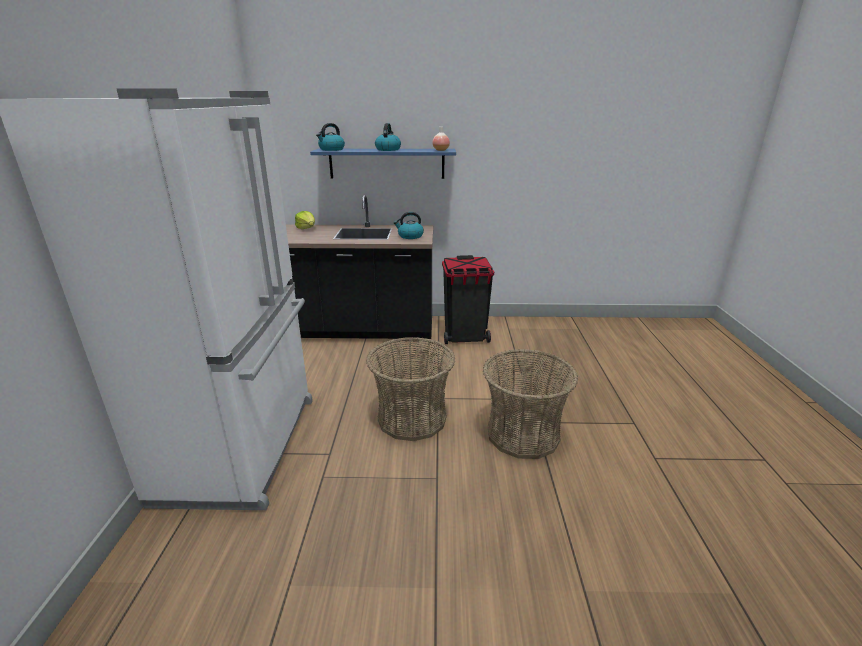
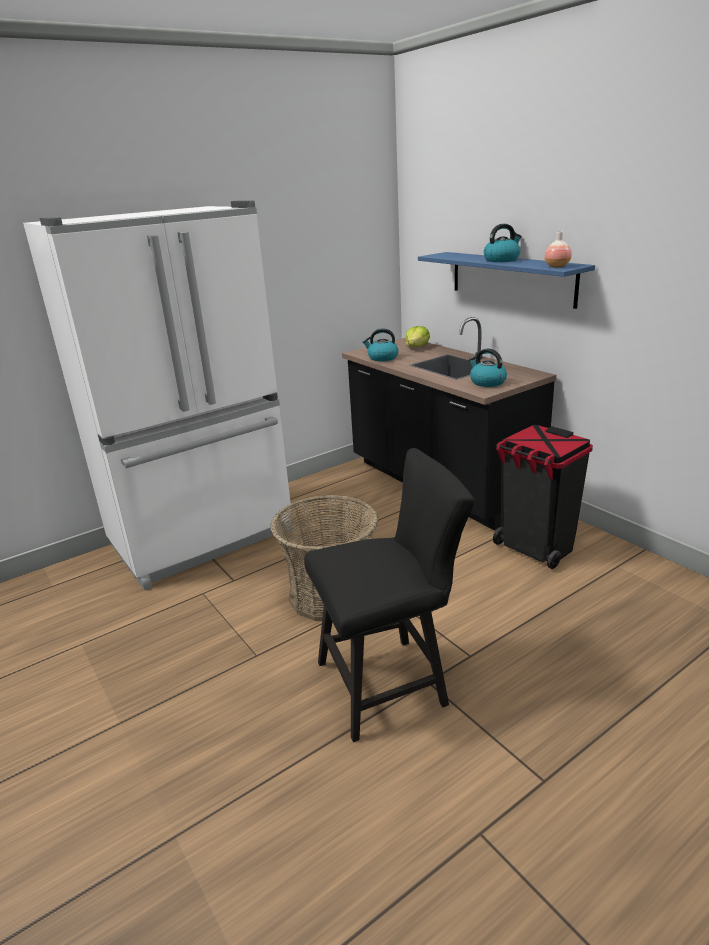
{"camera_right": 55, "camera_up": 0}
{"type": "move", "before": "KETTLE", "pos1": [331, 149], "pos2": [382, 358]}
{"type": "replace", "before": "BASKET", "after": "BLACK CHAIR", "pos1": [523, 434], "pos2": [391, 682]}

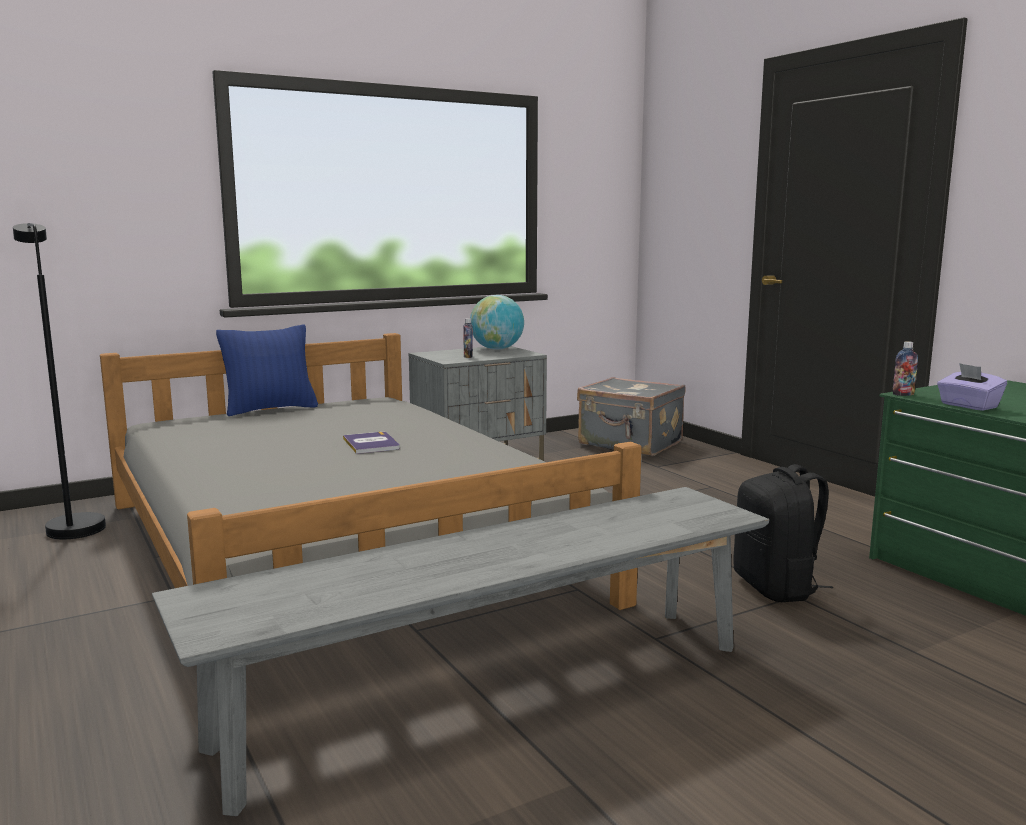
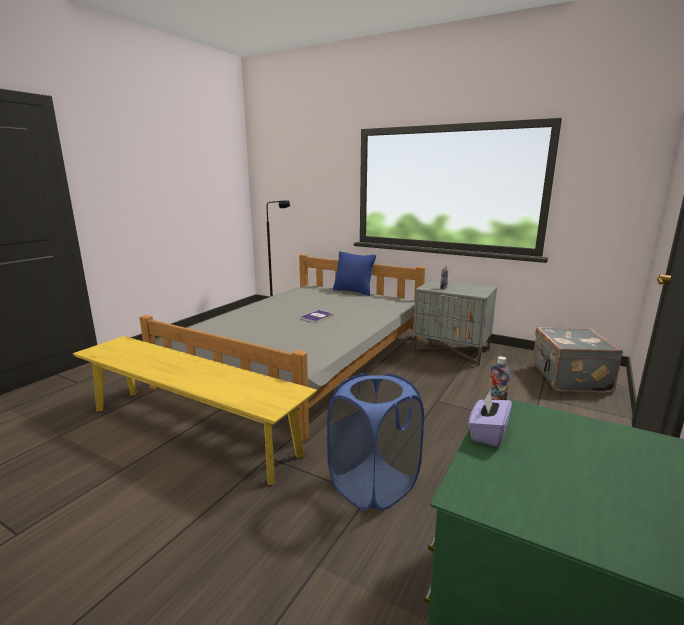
{"camera_right": 60, "camera_up": 5}
{"type": "delete", "before": "GLOBE", "pos1": [497, 349]}
{"type": "replace", "before": "BLACK BACKPACK", "after": "BLUE LAUNDRY BASKET", "pos1": [777, 588], "pos2": [373, 485]}
{"type": "recolor", "before": "GREY BENCH", "after": "YELLOW BENCH", "pos1": [495, 694], "pos2": [191, 430]}

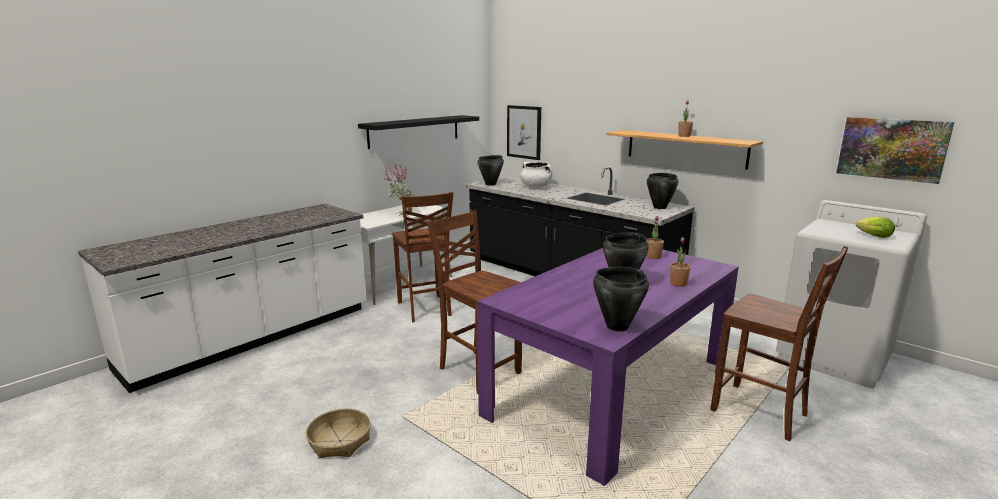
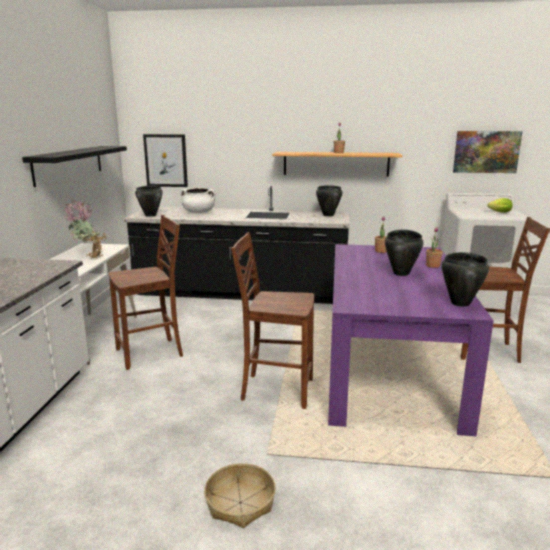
{"camera_right": -35, "camera_up": 0}
{"type": "rotate", "before": "BROWN CHAIR", "pos1": [425, 309], "pos2": [151, 353], "turn": -60}

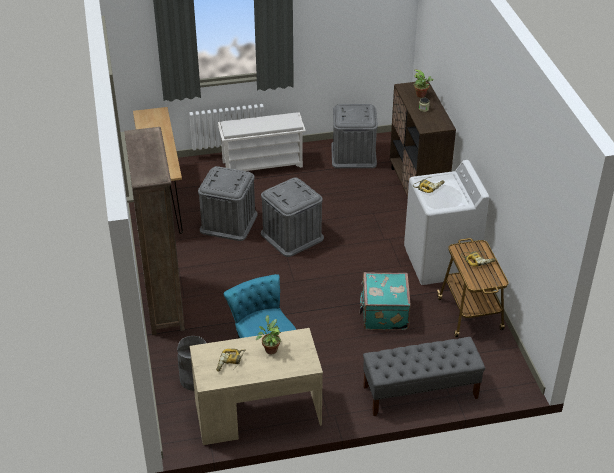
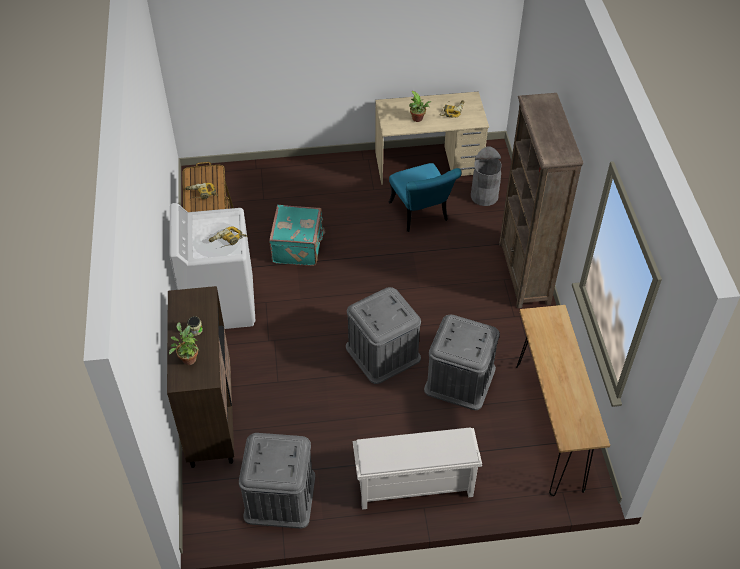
{"camera_right": -175, "camera_up": 10}
{"type": "delete", "before": "GREY BENCH", "pos1": [420, 392]}

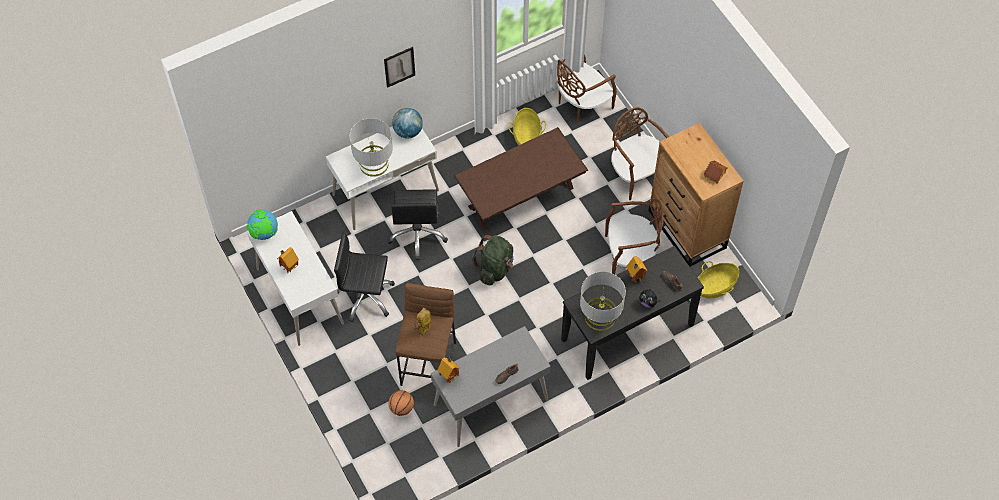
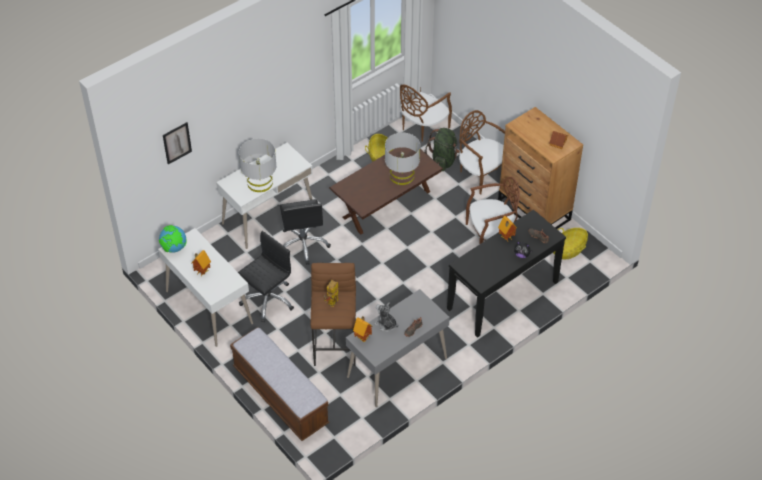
{"camera_right": -10, "camera_up": -10}
{"type": "move", "before": "PICTURE", "pos1": [399, 66], "pos2": [177, 143]}
{"type": "delete", "before": "GLOBE", "pos1": [408, 131]}
{"type": "rotate", "before": "BLACK OFFICE CHAIR", "pos1": [365, 297], "pos2": [267, 300], "turn": 135}
{"type": "move", "before": "GREEN BACKPACK", "pos1": [495, 268], "pos2": [443, 160]}
{"type": "move", "before": "GREY TABLE LAMP", "pos1": [600, 316], "pos2": [401, 175]}
{"type": "delete", "before": "BASKETBALL", "pos1": [401, 408]}
{"type": "insert", "after": "PLUSH TOY", "pos2": [386, 324]}
{"type": "insert", "after": "BENCH", "pos2": [280, 396]}

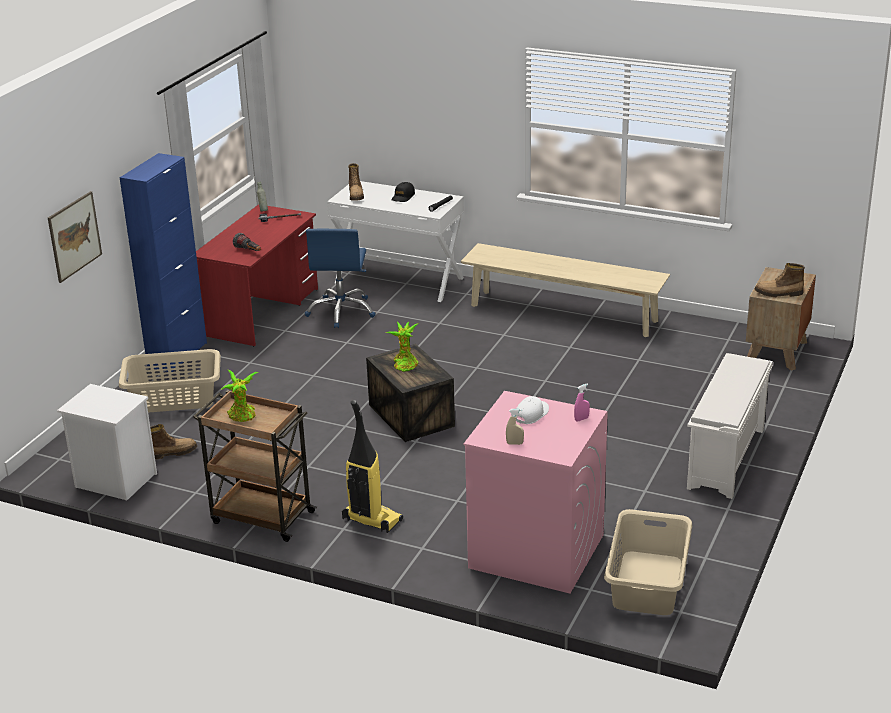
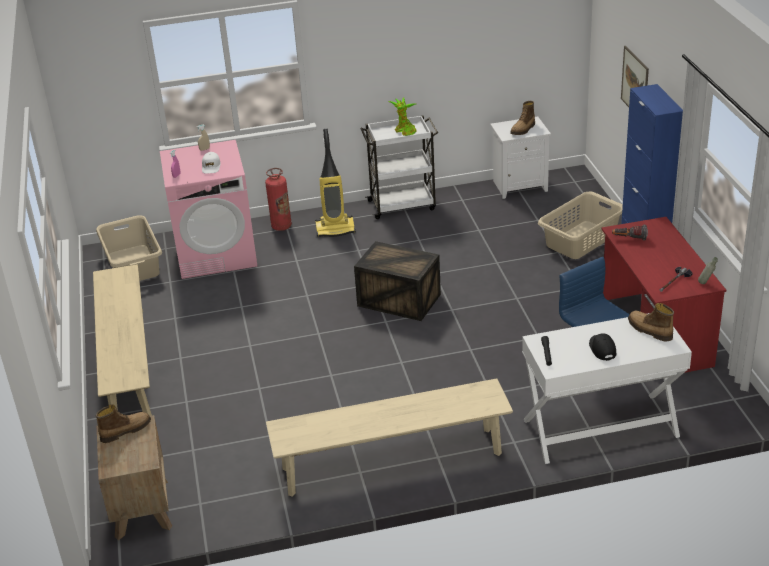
{"camera_right": 145, "camera_up": 5}
{"type": "delete", "before": "POTTED PLANT", "pos1": [405, 364]}
{"type": "replace", "before": "WHITE SHOE RACK", "after": "BEIGE BENCH", "pos1": [726, 459], "pos2": [128, 367]}
{"type": "recolor", "before": "BROWN CART", "after": "WHITE CART", "pos1": [261, 517], "pos2": [403, 205]}
{"type": "move", "before": "BOOT", "pos1": [172, 453], "pos2": [523, 129]}
{"type": "insert", "after": "FIRE EXTINGUISHER", "pos2": [281, 226]}

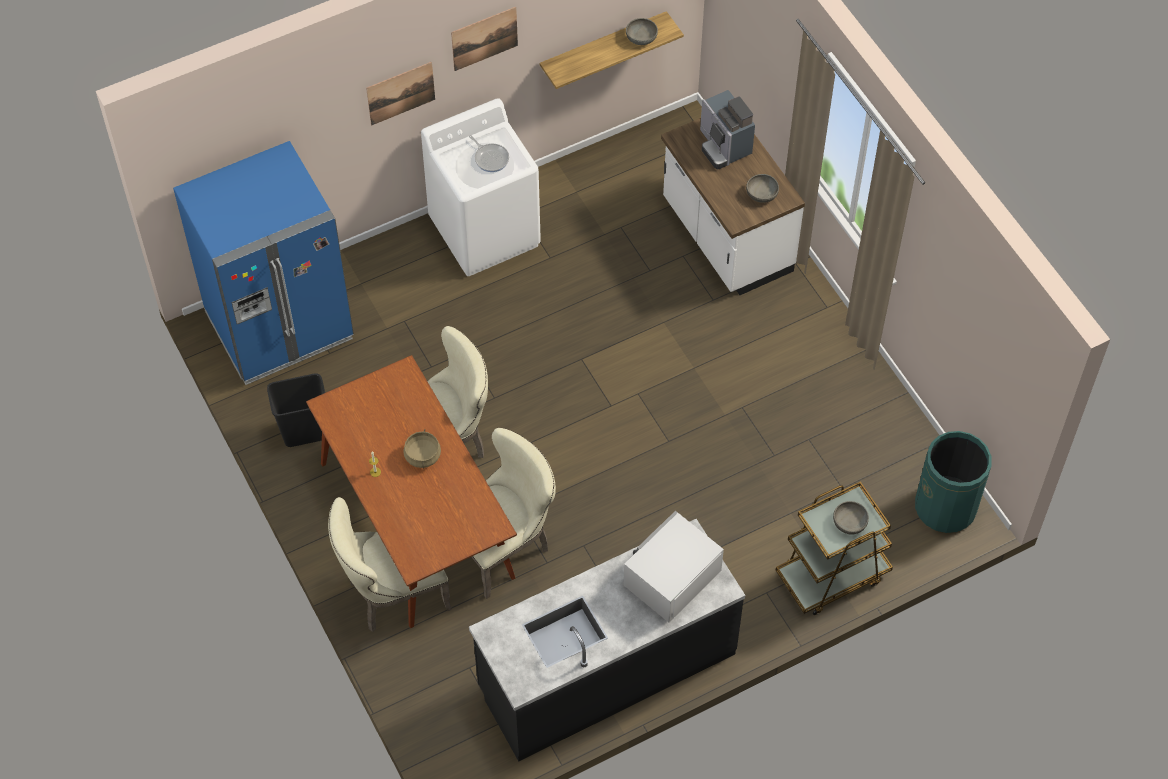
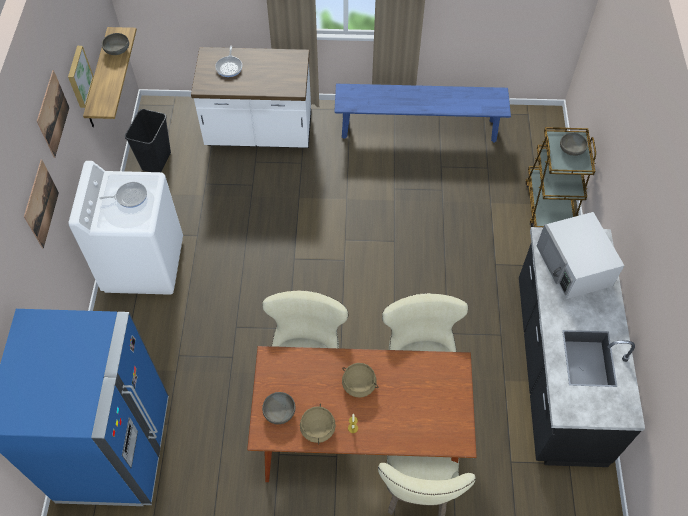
{"camera_right": -60, "camera_up": 0}
{"type": "replace", "before": "COFFEE MACHINE", "after": "FRYING PAN", "pos1": [724, 146], "pos2": [229, 67]}
{"type": "move", "before": "GREY BOWL", "pos1": [762, 194], "pos2": [279, 412]}
{"type": "move", "before": "BLACK TRASH CAN", "pos1": [305, 431], "pos2": [156, 160]}
{"type": "delete", "before": "GREEN TRASH CAN", "pos1": [945, 507]}
{"type": "insert", "after": "PICTURE", "pos2": [78, 76]}
{"type": "insert", "after": "BLUE BENCH", "pos2": [418, 129]}
{"type": "insert", "after": "BEIGE COOKING POT", "pos2": [318, 428]}

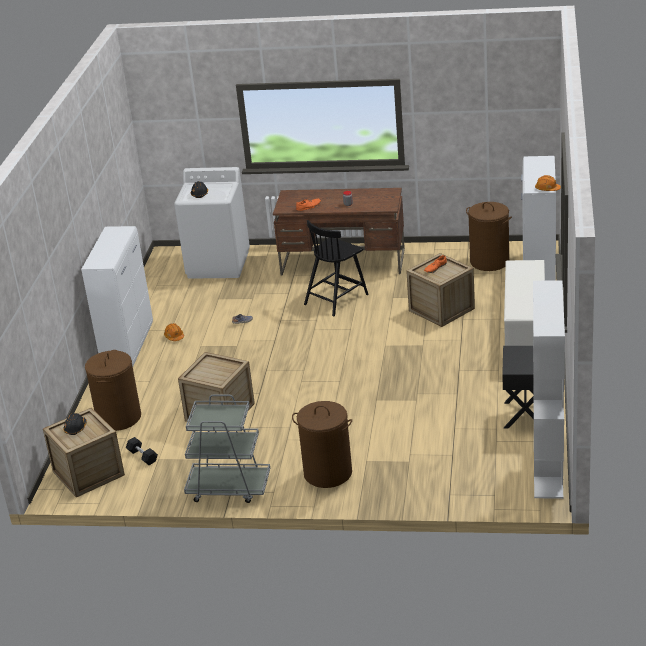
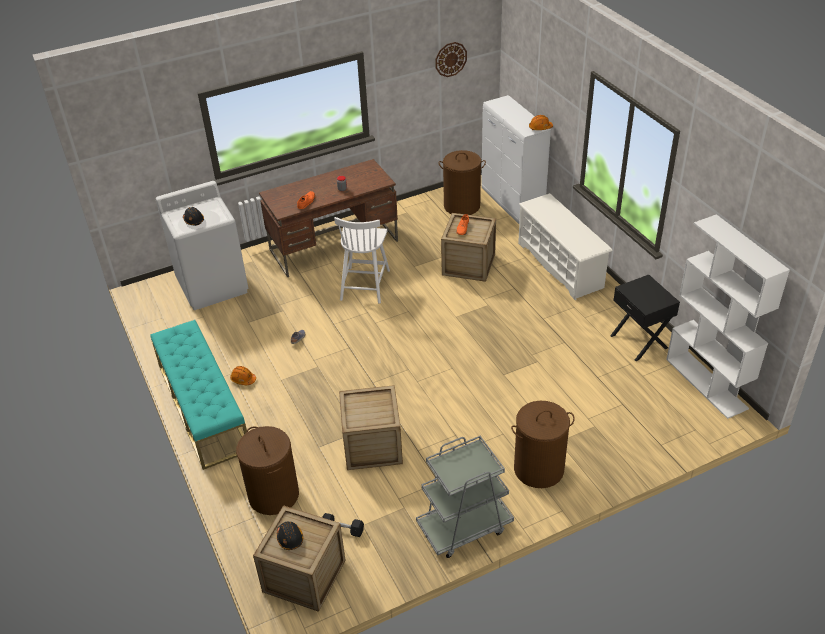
{"camera_right": -35, "camera_up": 10}
{"type": "recolor", "before": "BLACK CHAIR", "after": "WHITE CHAIR", "pos1": [336, 299], "pos2": [365, 284]}
{"type": "replace", "before": "WHITE CABINET", "after": "TURQUOISE BENCH", "pos1": [128, 346], "pos2": [203, 407]}
{"type": "insert", "after": "WALL CLOCK", "pos2": [450, 59]}

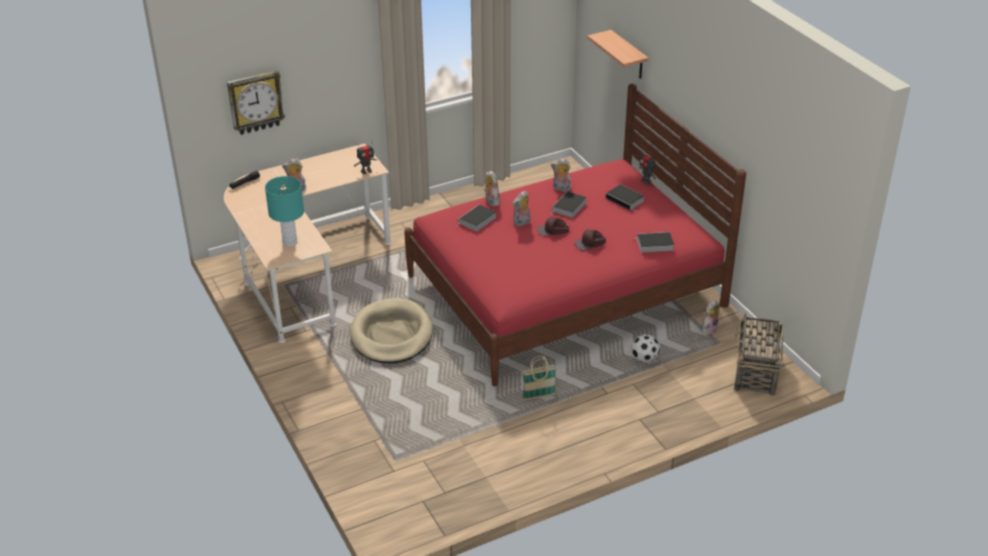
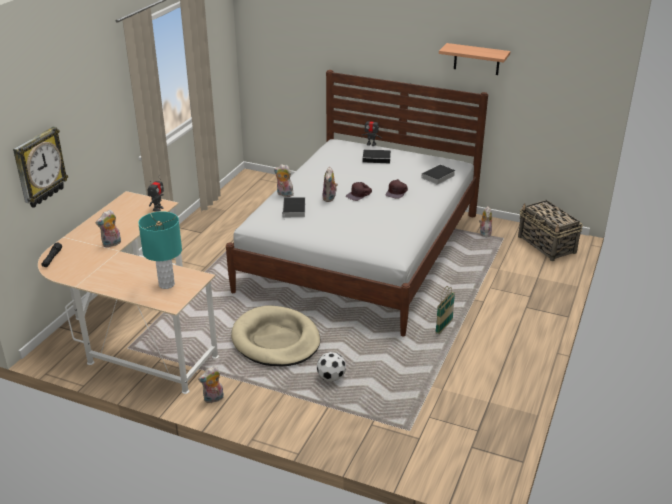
{"camera_right": -40, "camera_up": -5}
{"type": "move", "before": "SHELF", "pos1": [628, 55], "pos2": [476, 59]}
{"type": "recolor", "before": "RED BED", "after": "WHITE BED", "pos1": [564, 291], "pos2": [361, 251]}
{"type": "move", "before": "PLUSH TOY", "pos1": [561, 188], "pos2": [213, 399]}
{"type": "delete", "before": "BOOK", "pos1": [569, 207]}
{"type": "move", "before": "FOOTBALL", "pos1": [644, 358], "pos2": [331, 377]}

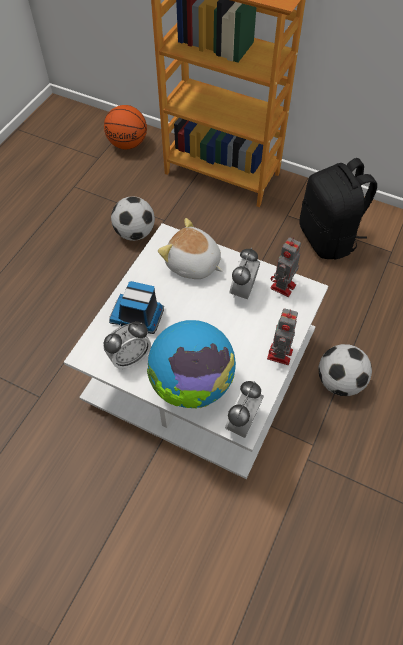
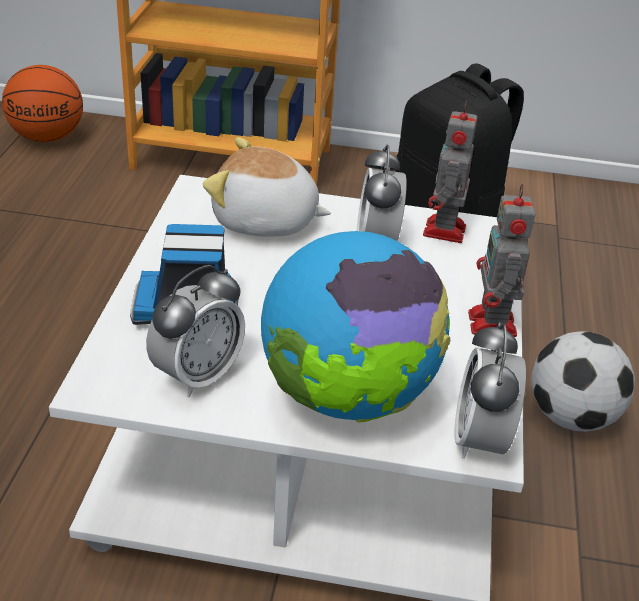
{"camera_right": -20, "camera_up": -20}
{"type": "delete", "before": "FOOTBALL", "pos1": [135, 233]}

